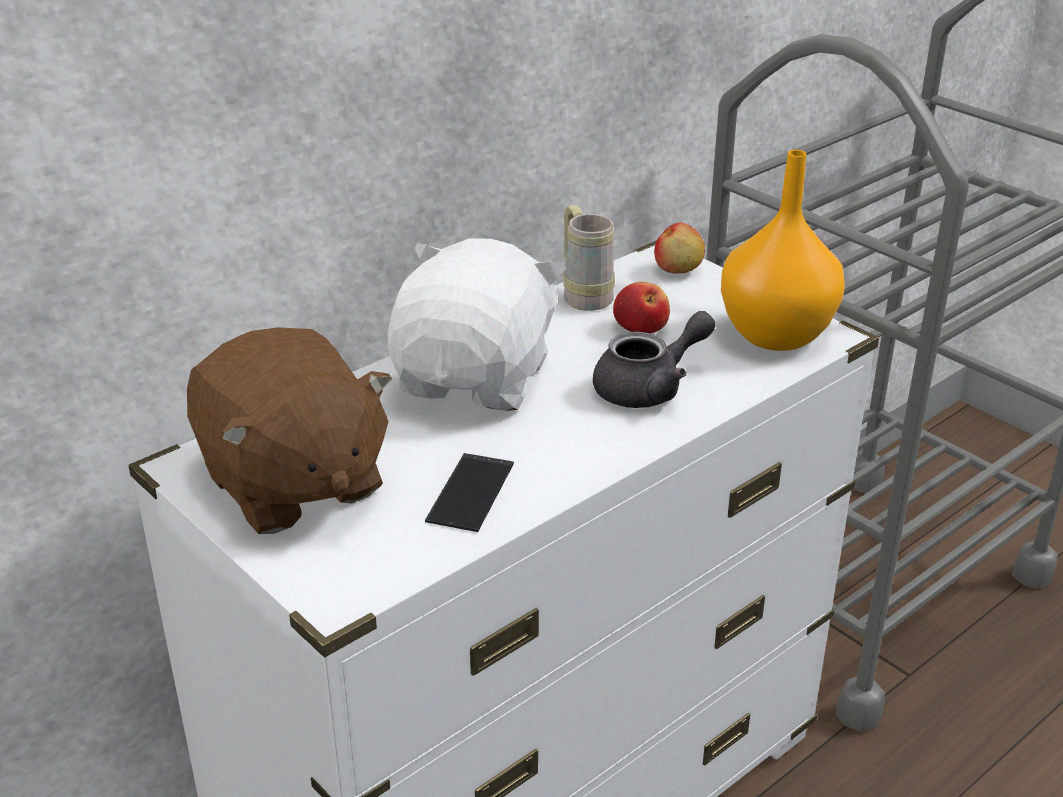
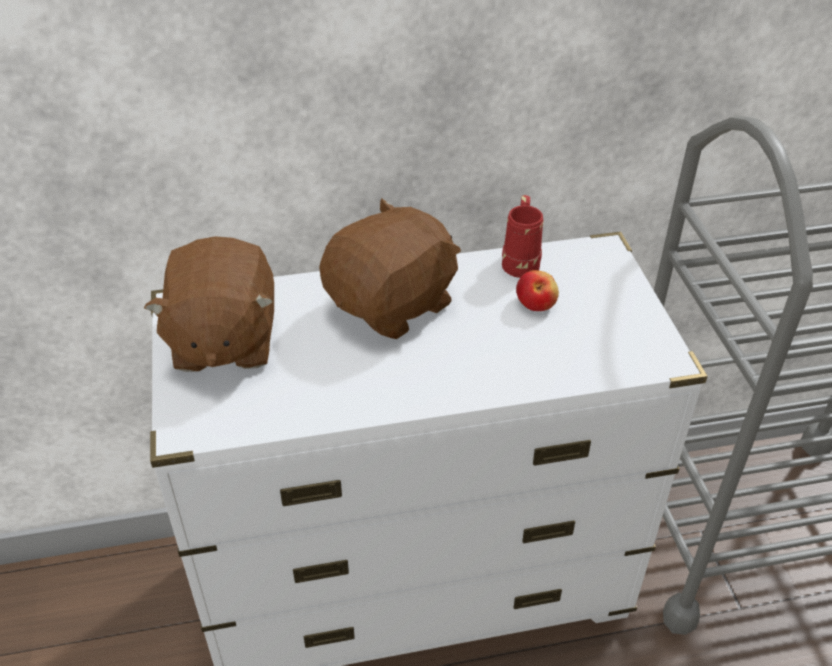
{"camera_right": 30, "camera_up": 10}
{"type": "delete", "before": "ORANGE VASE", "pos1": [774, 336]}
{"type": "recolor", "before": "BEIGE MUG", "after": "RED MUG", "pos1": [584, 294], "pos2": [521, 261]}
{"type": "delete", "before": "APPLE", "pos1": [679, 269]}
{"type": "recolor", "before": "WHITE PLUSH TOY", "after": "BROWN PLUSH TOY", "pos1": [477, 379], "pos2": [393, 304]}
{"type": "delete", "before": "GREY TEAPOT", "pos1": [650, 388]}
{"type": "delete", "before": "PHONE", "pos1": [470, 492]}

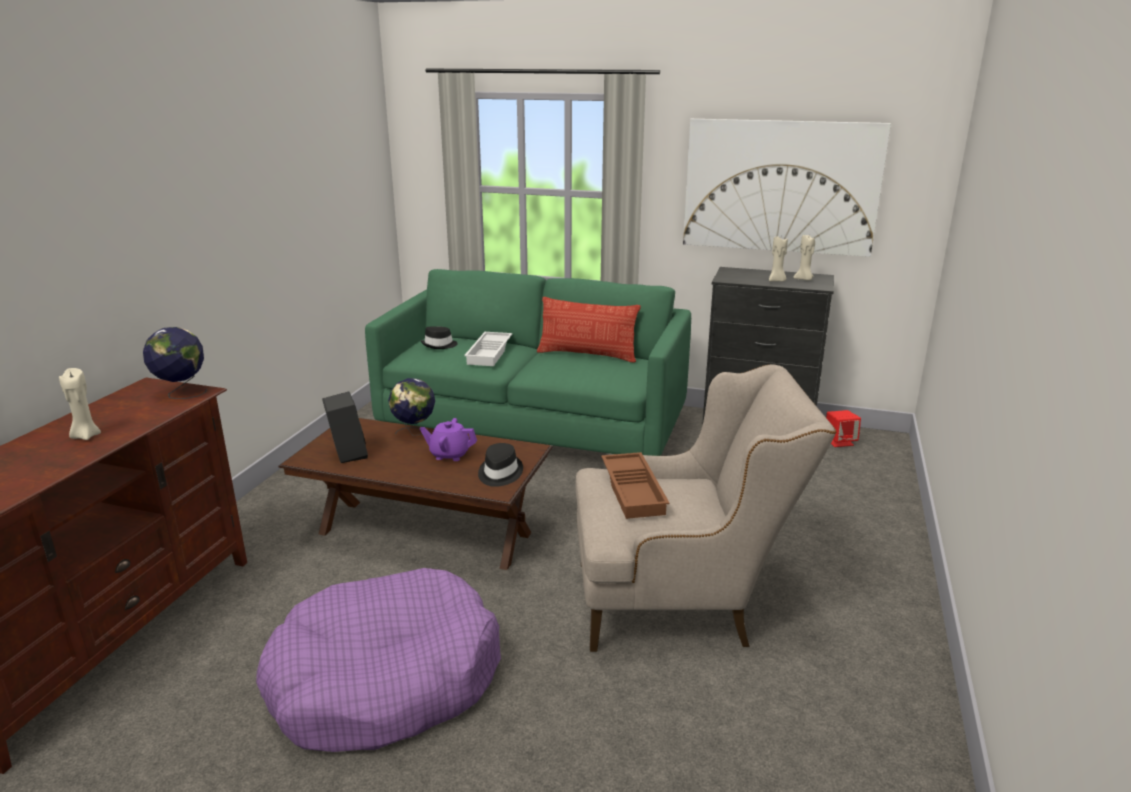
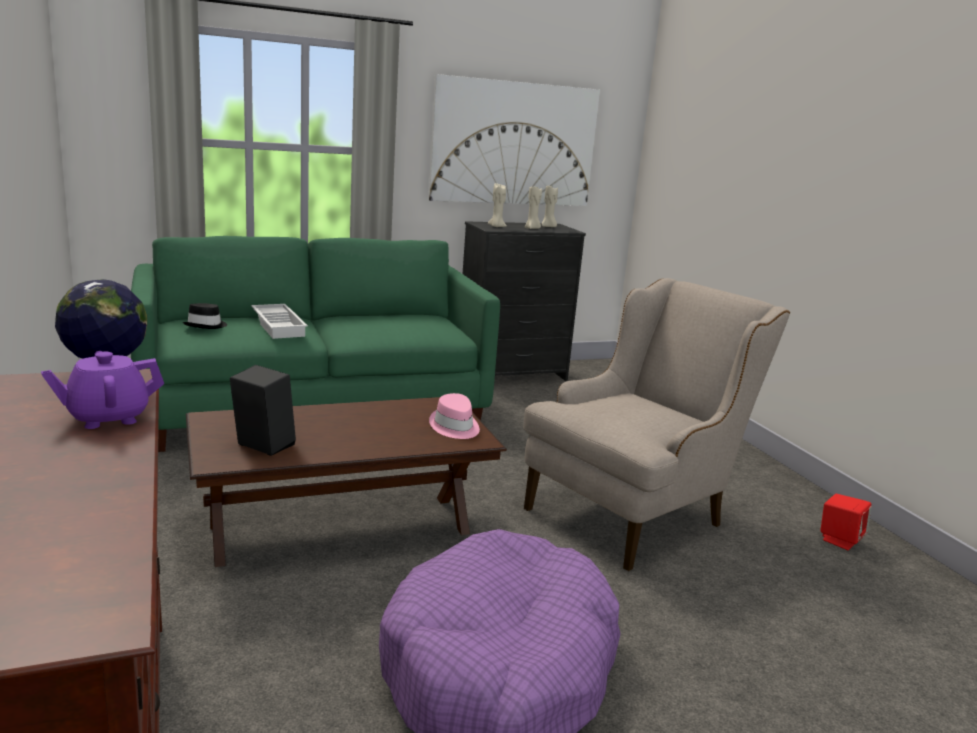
{"camera_right": -40, "camera_up": -5}
{"type": "delete", "before": "PILLOW", "pos1": [587, 355]}
{"type": "move", "before": "BEIGE CANDLE", "pos1": [85, 436], "pos2": [496, 226]}
{"type": "delete", "before": "GLOBE", "pos1": [414, 433]}
{"type": "move", "before": "RED SPEAKER", "pos1": [839, 442], "pos2": [839, 540]}
{"type": "move", "before": "PURPLE TEAPOT", "pos1": [449, 454], "pos2": [108, 417]}
{"type": "recolor", "before": "BLACK HAT", "after": "PINK HAT", "pos1": [499, 473], "pos2": [454, 427]}
{"type": "delete", "before": "BROWN TRAY", "pos1": [634, 490]}

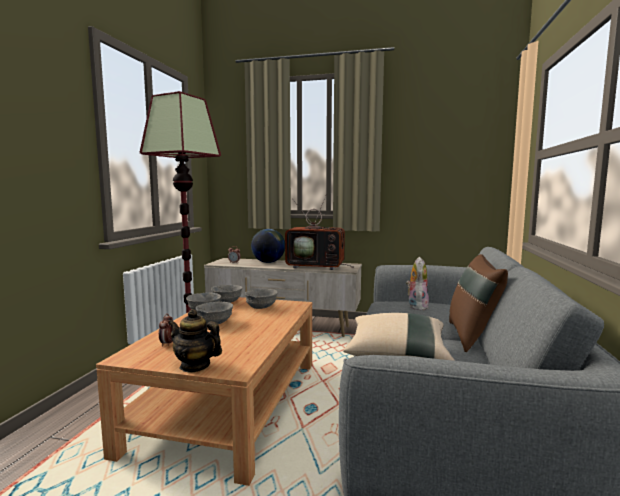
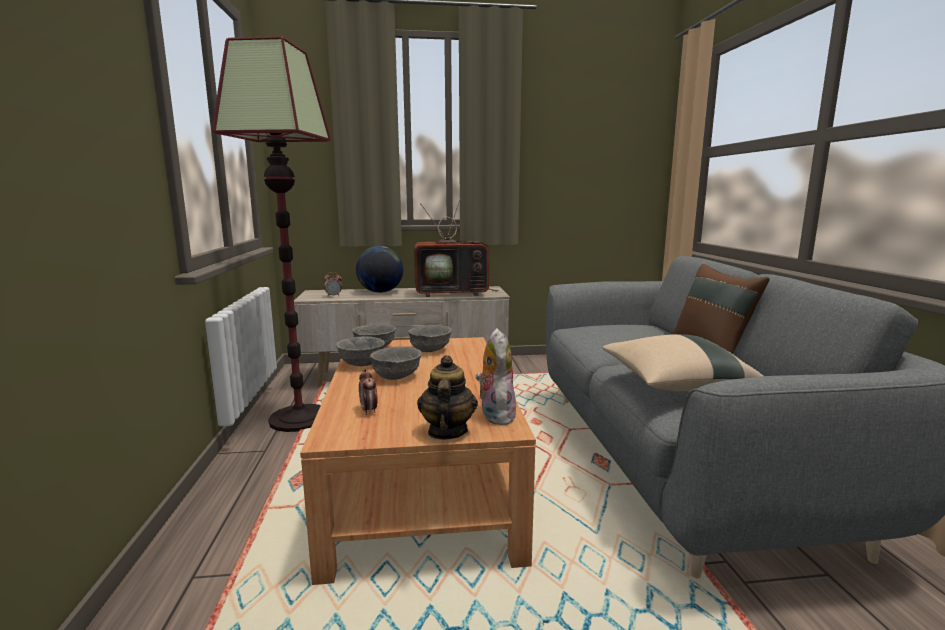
{"camera_right": -20, "camera_up": 5}
{"type": "move", "before": "PLUSH TOY", "pos1": [416, 306], "pos2": [495, 415]}
{"type": "rotate", "before": "TEAPOT", "pos1": [195, 366], "pos2": [447, 431], "turn": 90}

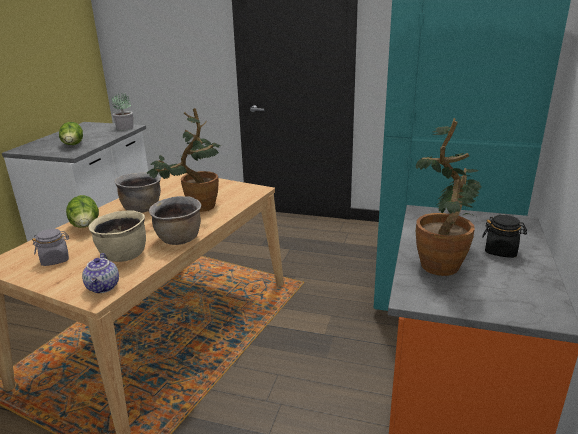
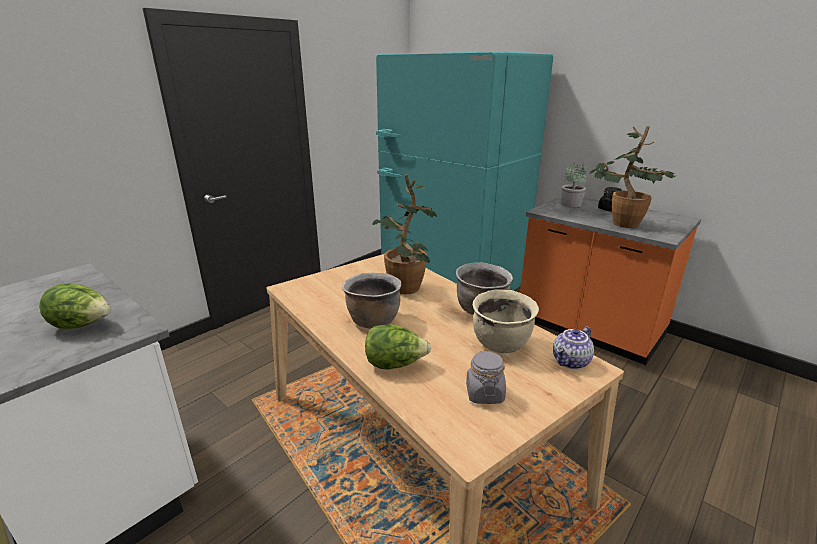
{"camera_right": -65, "camera_up": 0}
{"type": "move", "before": "POTTED PLANT", "pos1": [125, 128], "pos2": [570, 204]}
{"type": "rotate", "before": "TEAPOT", "pos1": [104, 287], "pos2": [571, 362], "turn": 120}

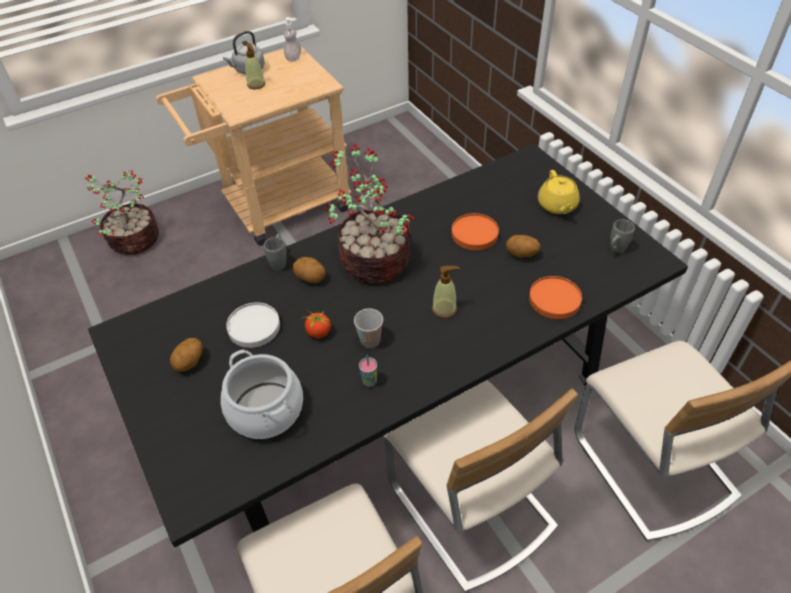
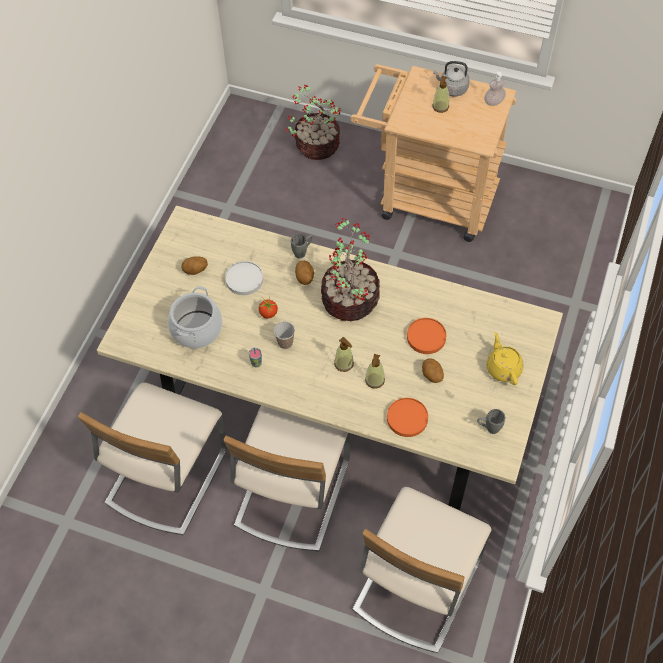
{"camera_right": 50, "camera_up": 10}
{"type": "recolor", "before": "BLACK DINING TABLE", "after": "BEIGE DINING TABLE", "pos1": [399, 400], "pos2": [333, 399]}
{"type": "rotate", "before": "YELLOW TEAPOT", "pos1": [557, 205], "pos2": [503, 368], "turn": 120}
{"type": "insert", "after": "SOAP DISPENSER", "pos2": [374, 380]}

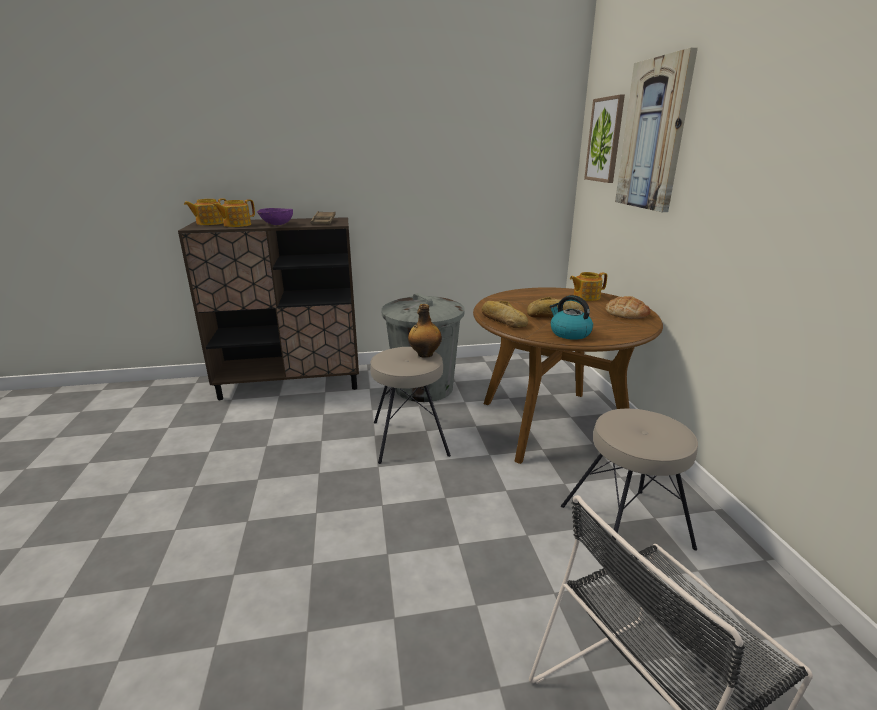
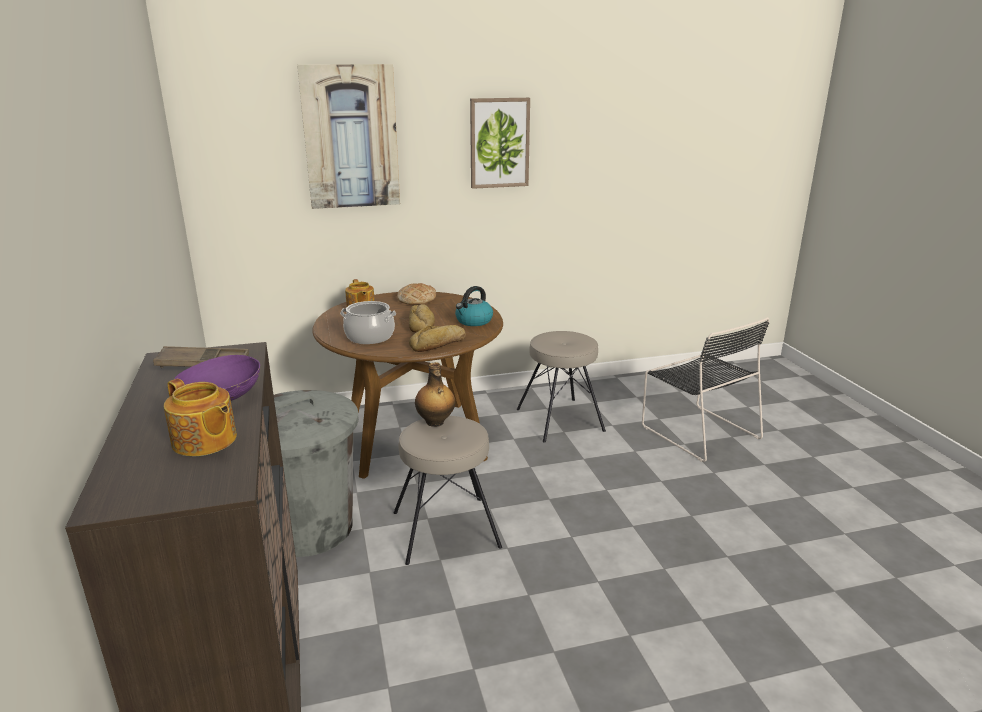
{"camera_right": -95, "camera_up": 0}
{"type": "move", "before": "PICTURE", "pos1": [605, 140], "pos2": [499, 143]}
{"type": "delete", "before": "TEAPOT", "pos1": [209, 223]}
{"type": "insert", "after": "COOKING POT", "pos2": [369, 337]}

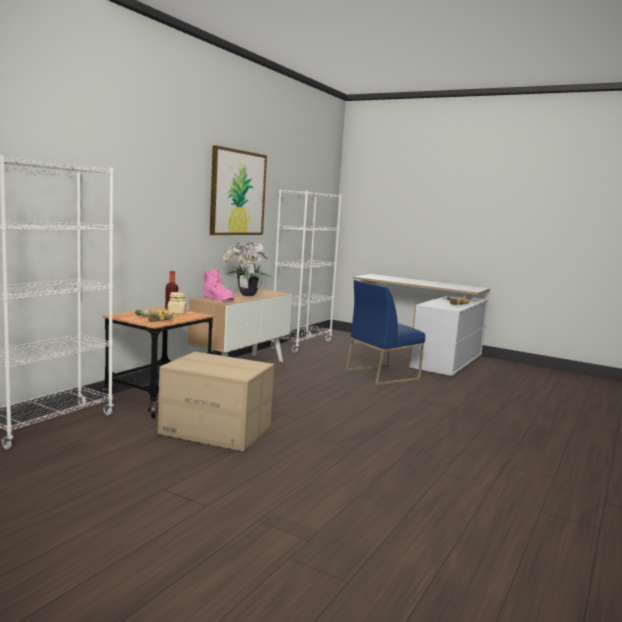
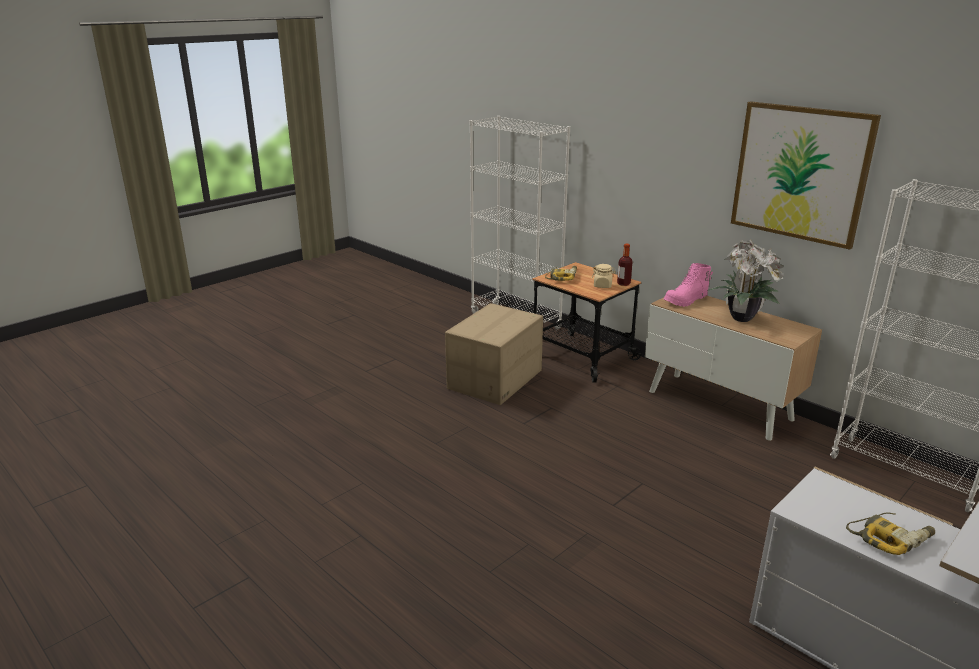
{"camera_right": 105, "camera_up": 15}
{"type": "delete", "before": "BLUE CHAIR", "pos1": [382, 375]}

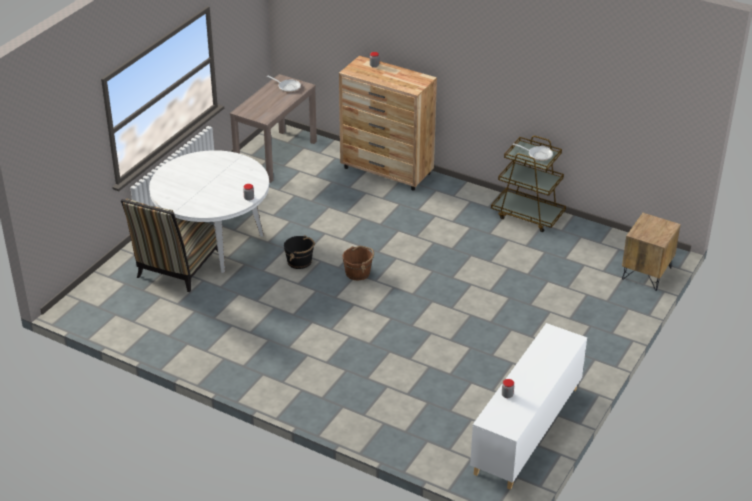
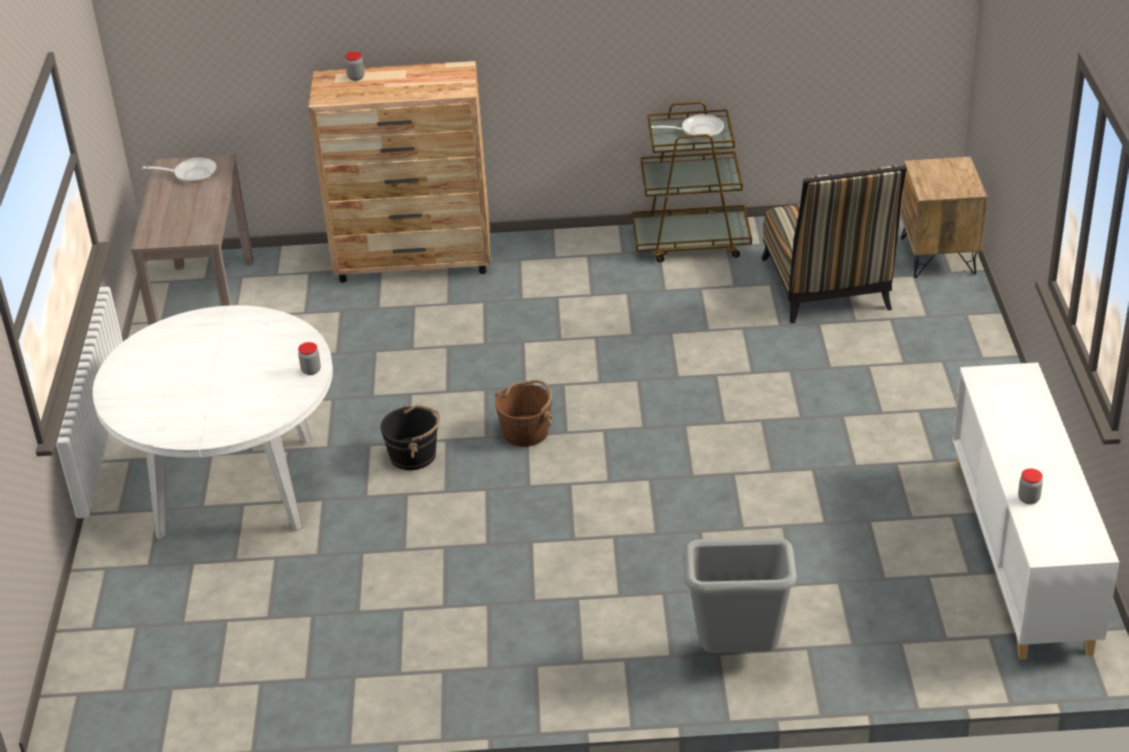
{"camera_right": -30, "camera_up": 0}
{"type": "move", "before": "CHAIR", "pos1": [176, 268], "pos2": [827, 289]}
{"type": "insert", "after": "GREY TRASH CAN", "pos2": [737, 653]}

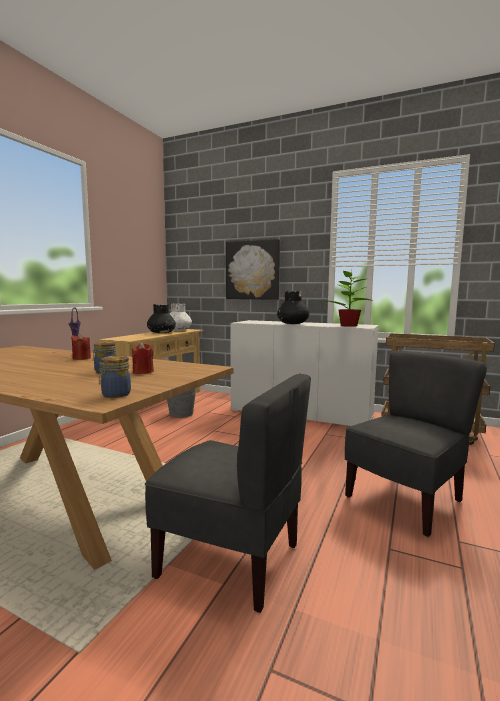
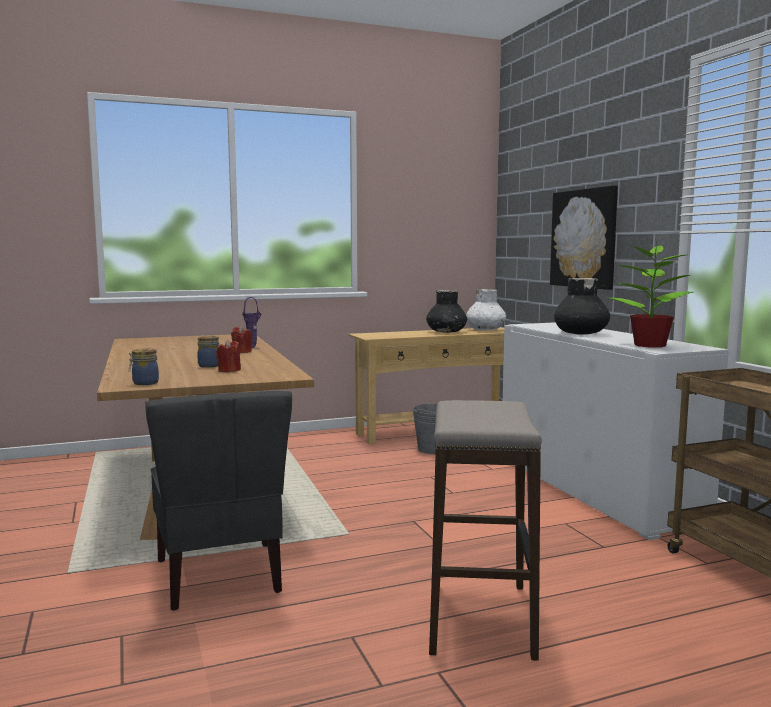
{"camera_right": 45, "camera_up": 0}
{"type": "replace", "before": "GREY CHAIR", "after": "STOOL", "pos1": [405, 500], "pos2": [480, 618]}

